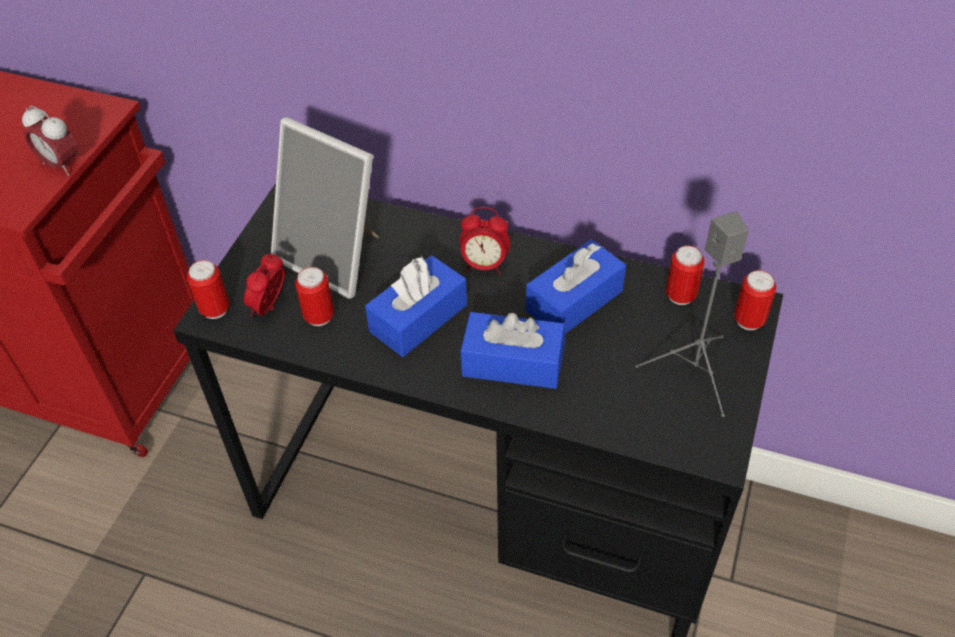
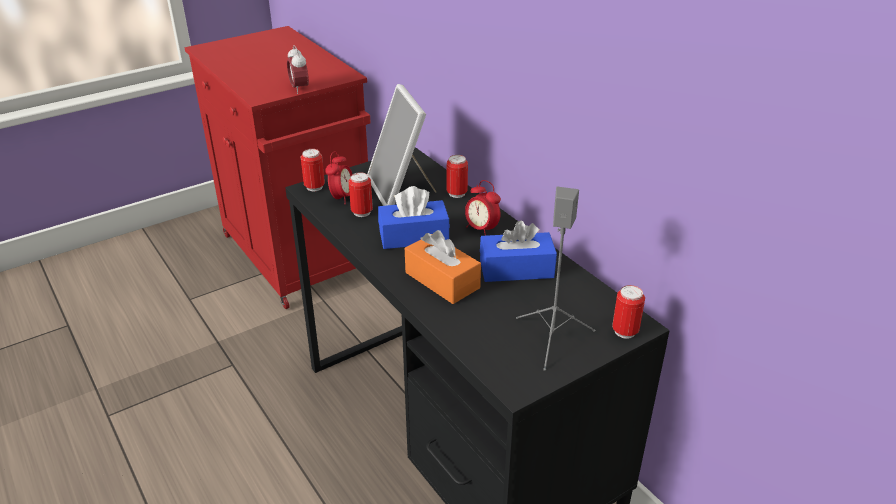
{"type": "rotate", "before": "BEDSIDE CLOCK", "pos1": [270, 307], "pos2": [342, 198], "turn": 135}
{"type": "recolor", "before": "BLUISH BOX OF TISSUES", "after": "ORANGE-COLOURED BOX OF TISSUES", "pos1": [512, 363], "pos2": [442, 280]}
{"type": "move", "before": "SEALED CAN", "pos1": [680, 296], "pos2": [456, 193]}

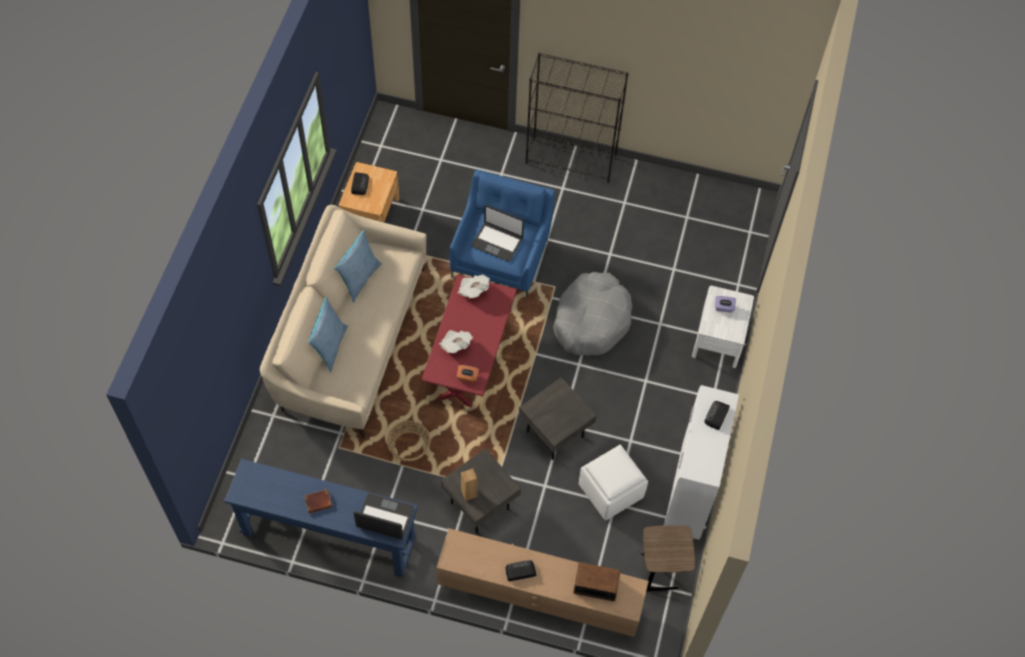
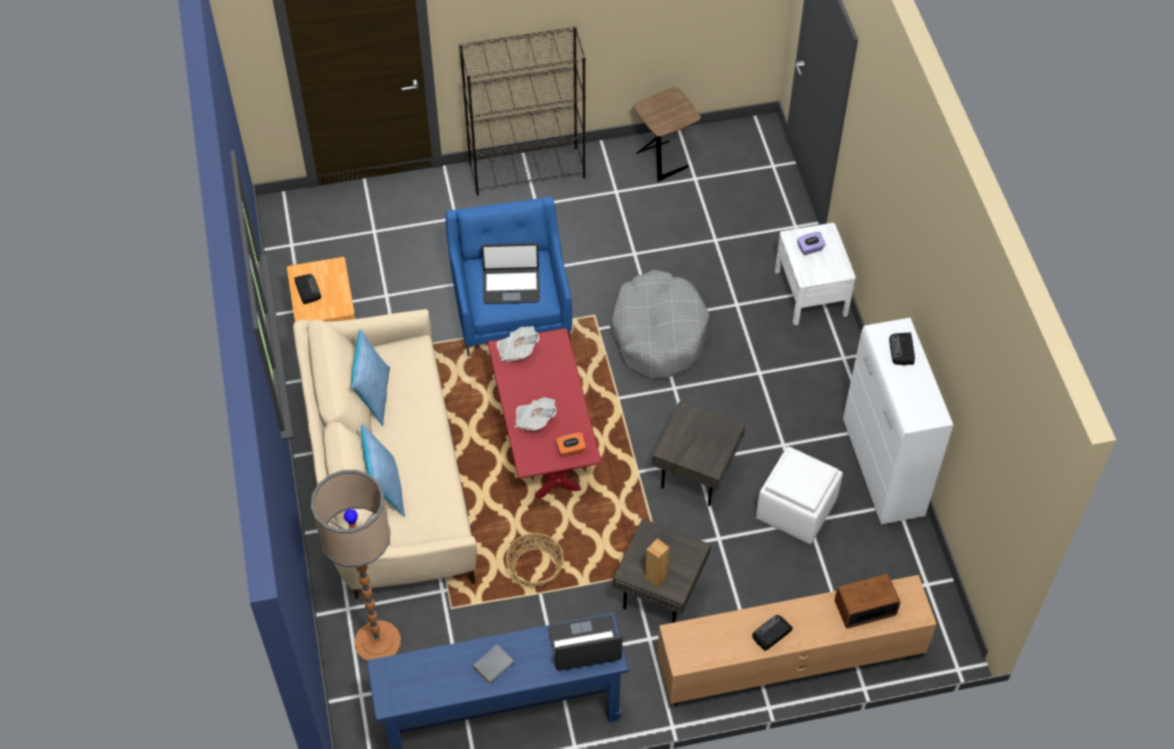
{"type": "insert", "after": "STANDARD LAMP", "pos2": [377, 642]}
{"type": "recolor", "before": "BROWNISH BOUND BOOK", "after": "GREYISH BOUND BOOK", "pos1": [318, 501], "pos2": [493, 664]}
{"type": "move", "before": "BROWNISH END TABLE", "pos1": [660, 571], "pos2": [663, 160]}

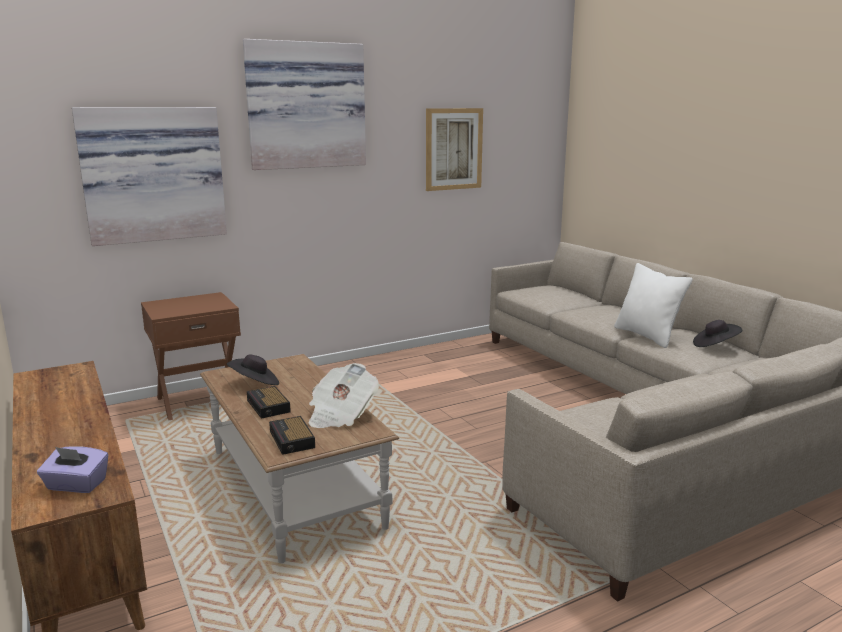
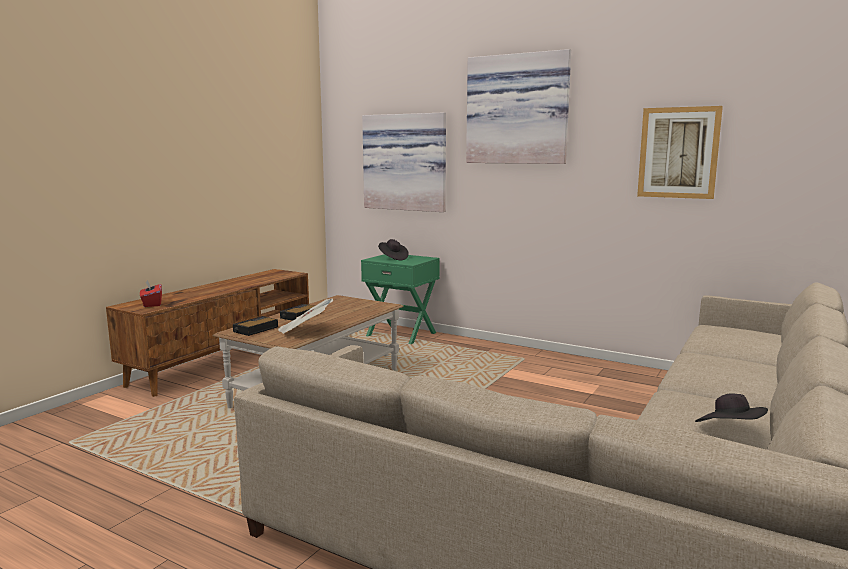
{"type": "recolor", "before": "PURPLE-COLOURED BOX OF TISSUES", "after": "REDDISH BOX OF TISSUES", "pos1": [76, 485], "pos2": [152, 304]}
{"type": "recolor", "before": "BROWNISH NIGHTSTAND", "after": "GREENISH NIGHTSTAND", "pos1": [198, 401], "pos2": [401, 334]}
{"type": "move", "before": "BLACK-COLOURED WEARABLE HAT", "pos1": [255, 384], "pos2": [393, 258]}
{"type": "delete", "before": "WHITE-COLOURED CUSHION", "pos1": [647, 336]}

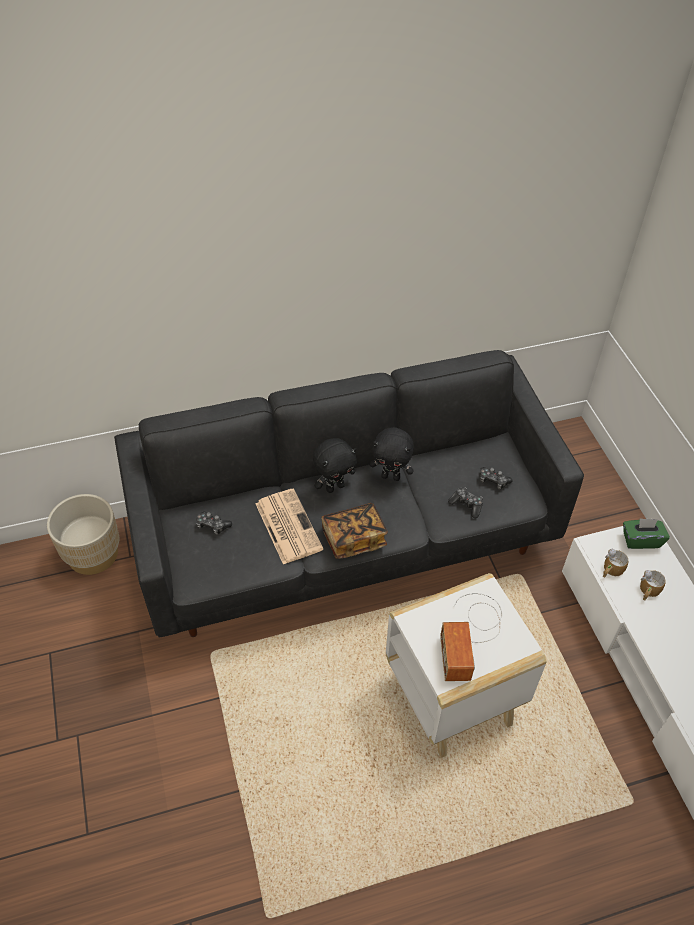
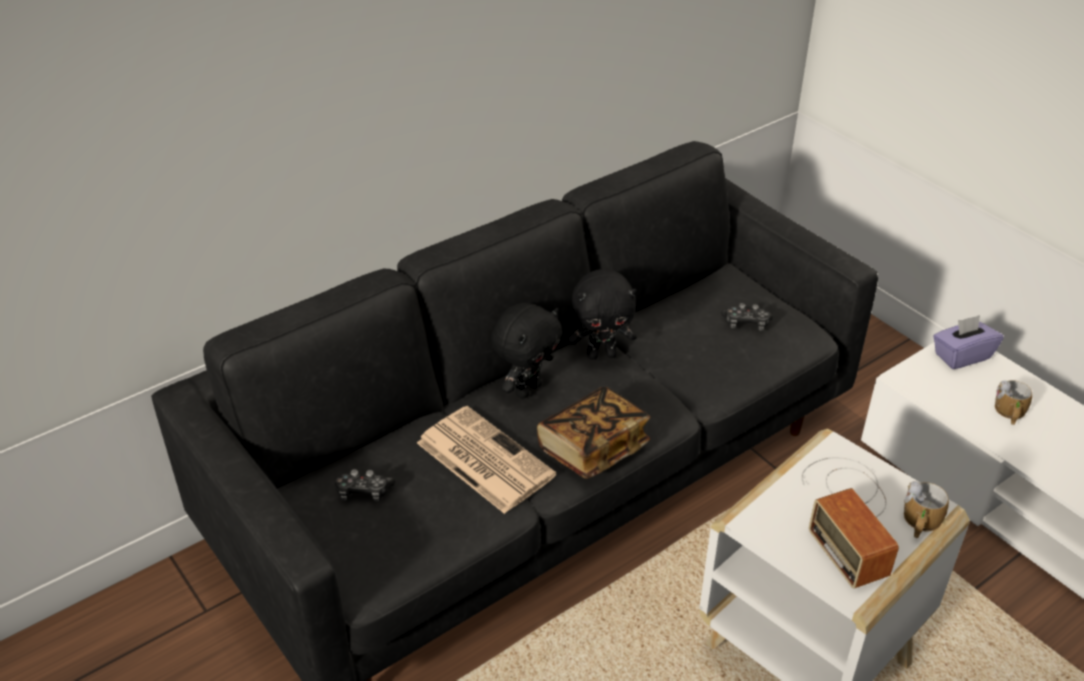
{"type": "move", "before": "TEA MUG", "pos1": [611, 570], "pos2": [919, 522]}
{"type": "recolor", "before": "GREENISH BOX OF TISSUES", "after": "PURPLE-COLOURED BOX OF TISSUES", "pos1": [641, 540], "pos2": [961, 356]}
{"type": "delete", "before": "SAND-COLOURED FLOWER POT", "pos1": [93, 554]}
{"type": "delete", "before": "GAMEPAD", "pos1": [466, 505]}

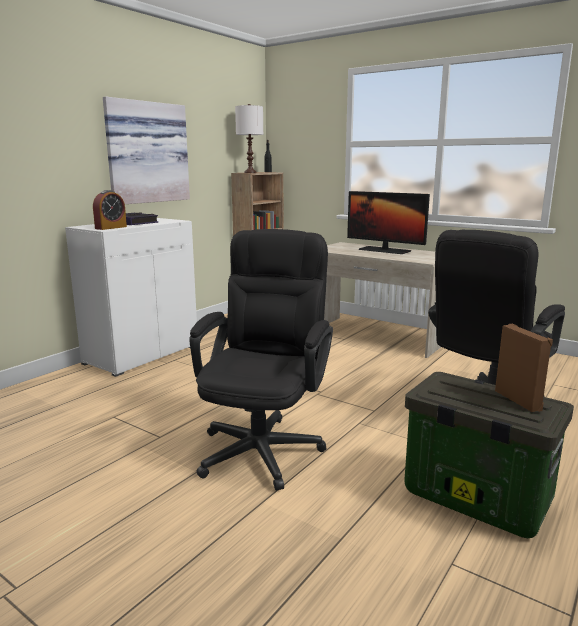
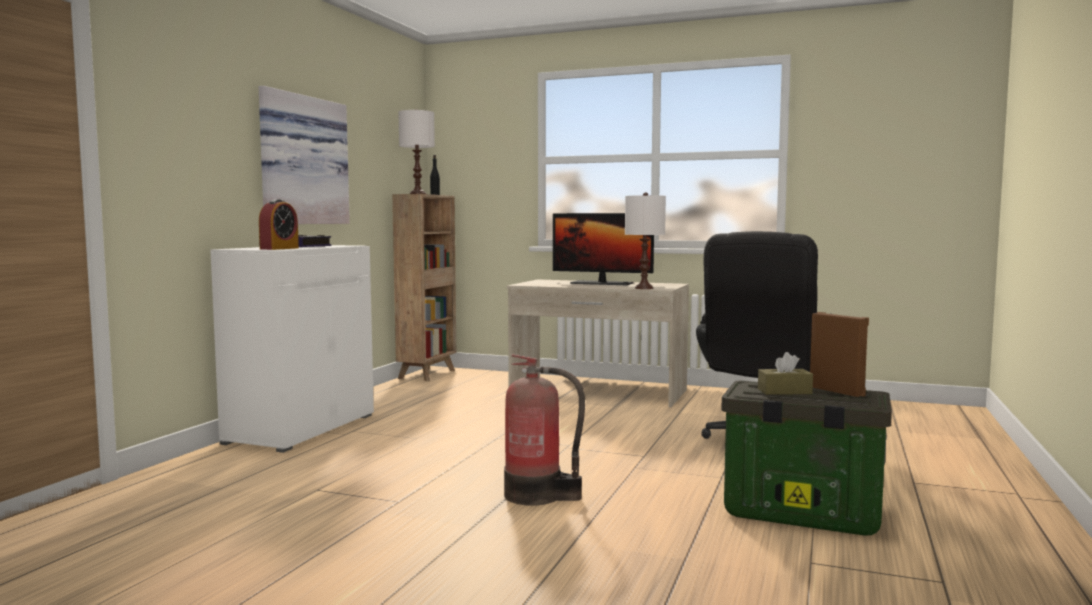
{"type": "replace", "before": "BLACK-COLOURED COMPUTER CHAIR", "after": "FIRE EXTINGUISHER", "pos1": [264, 444], "pos2": [537, 495]}
{"type": "insert", "after": "WHITE-COLOURED LAMP FOR A TABLE", "pos2": [644, 288]}
{"type": "insert", "after": "BROWNISH BOX OF TISSUES", "pos2": [784, 391]}

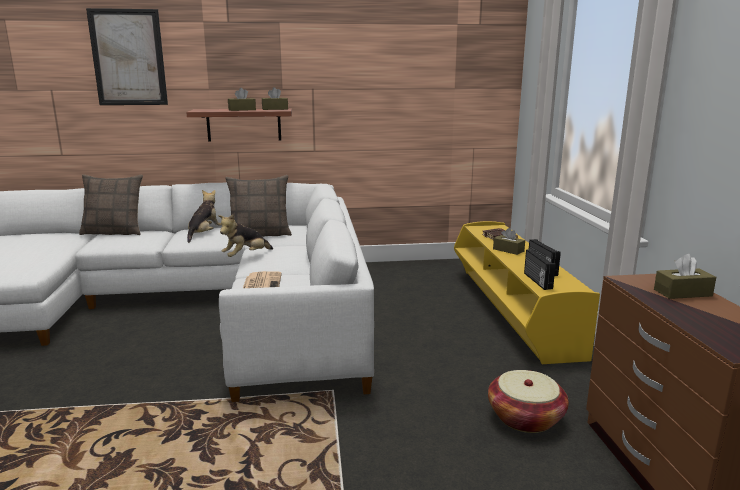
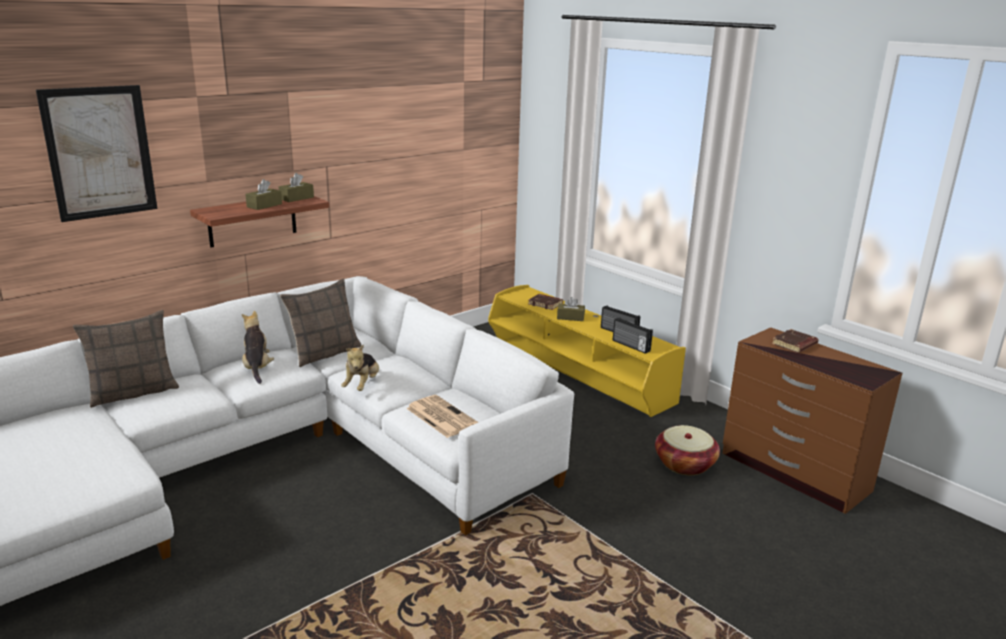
{"type": "replace", "before": "BROWNISH BOX OF TISSUES", "after": "BROWNISH BOUND BOOK", "pos1": [682, 293], "pos2": [794, 345]}

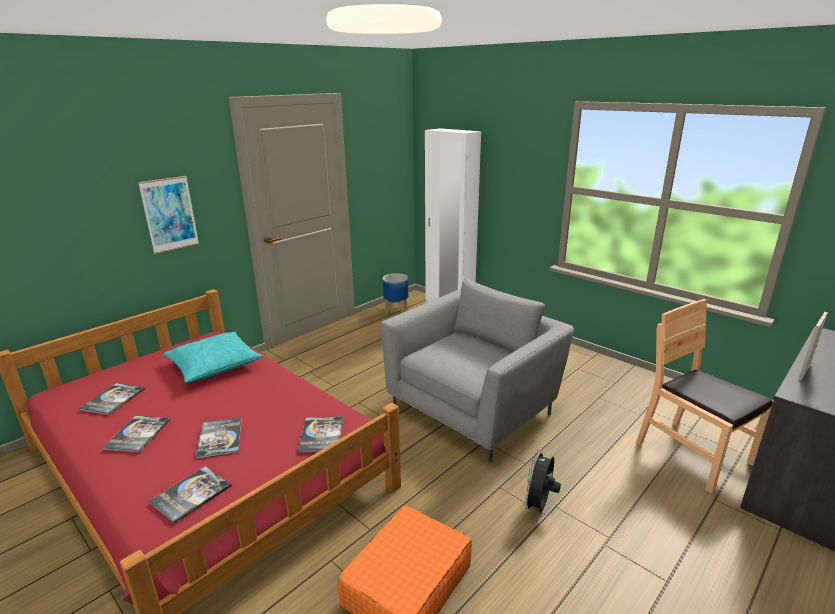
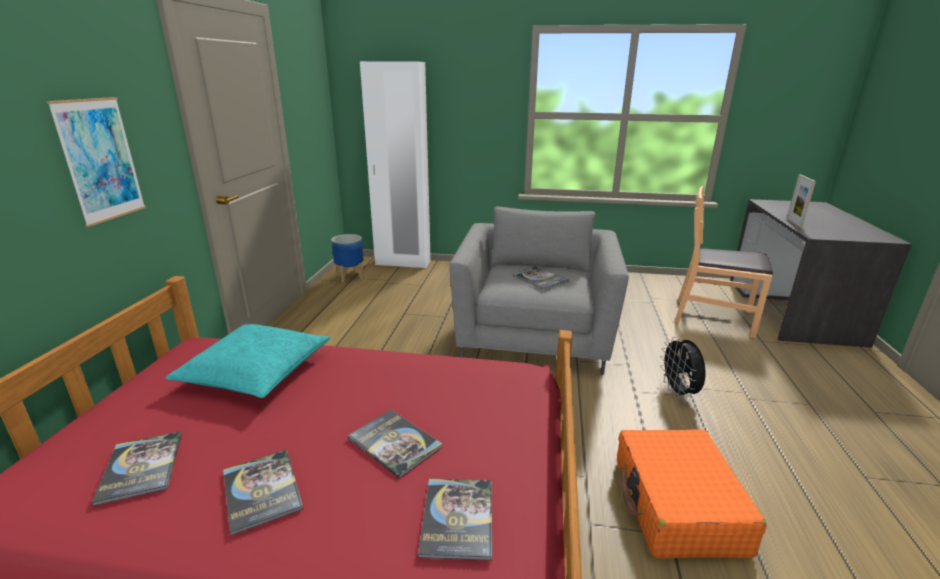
{"type": "move", "before": "BOUND BOOK", "pos1": [321, 435], "pos2": [540, 279]}

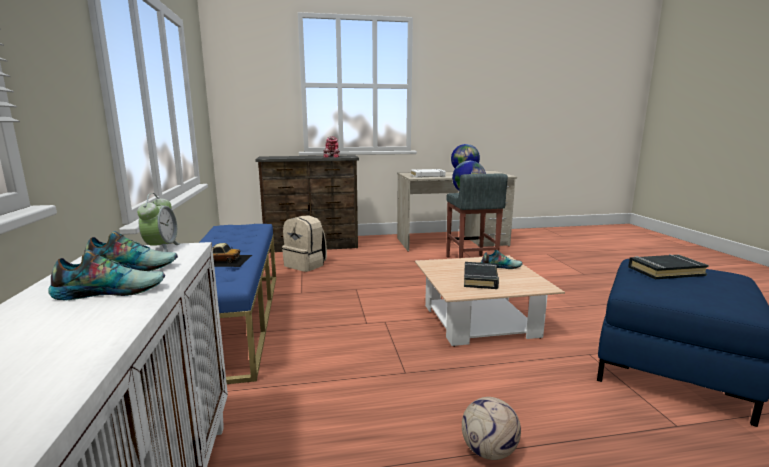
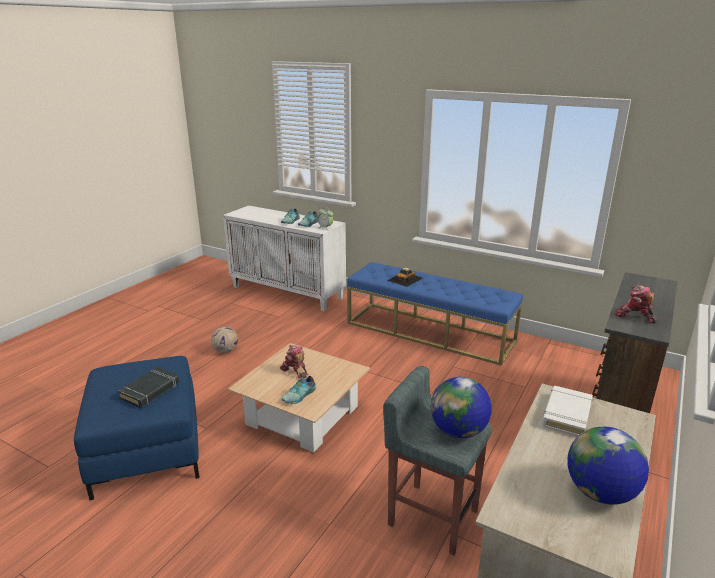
{"type": "replace", "before": "BLACK-COLOURED BOUND BOOK", "after": "ROBOT FIGURE", "pos1": [480, 279], "pos2": [295, 371]}
{"type": "delete", "before": "SAND-COLOURED KNAPSACK", "pos1": [306, 265]}

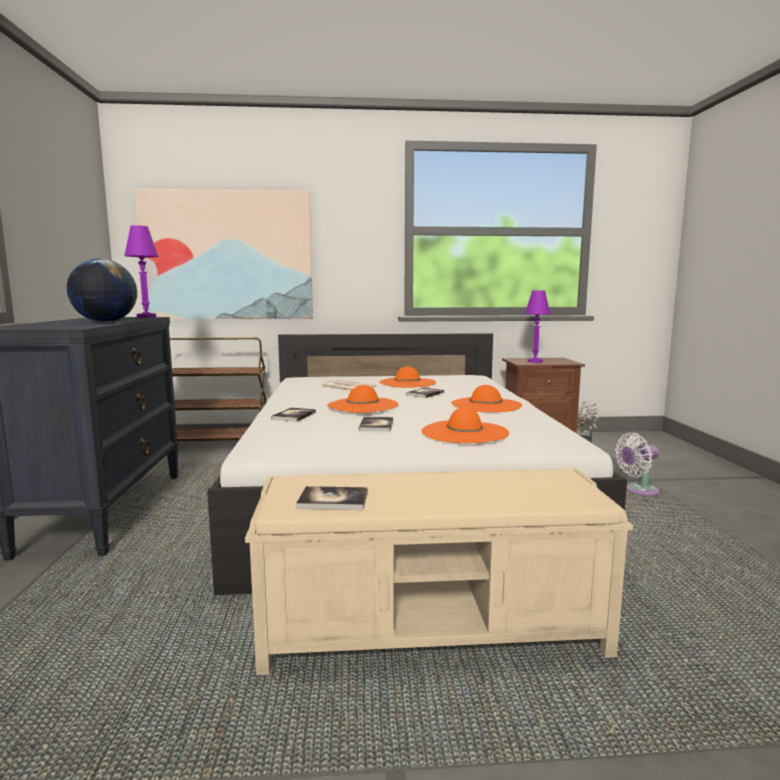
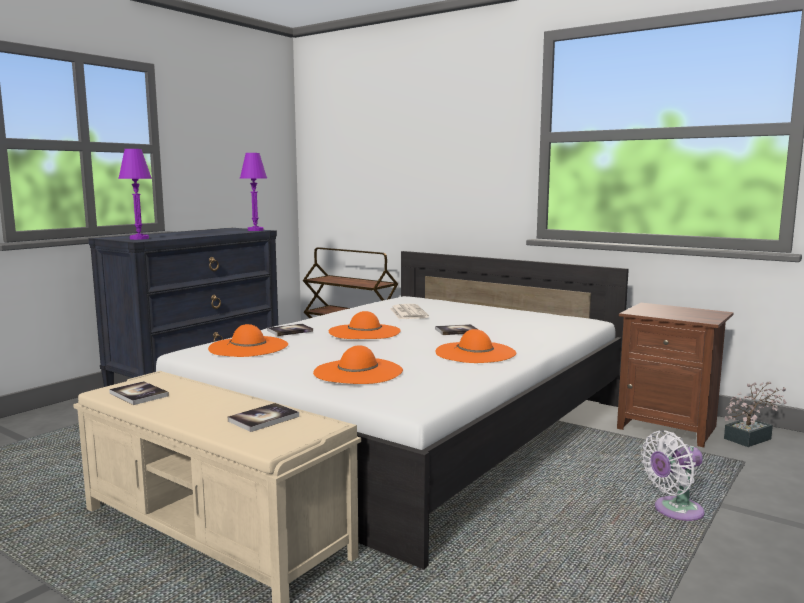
{"type": "move", "before": "PURPLE-COLOURED LAMP FOR A TABLE", "pos1": [535, 361], "pos2": [139, 238]}
{"type": "move", "before": "ORANGE-COLOURED WEARABLE HAT", "pos1": [407, 382], "pos2": [248, 347]}
{"type": "move", "before": "BOUND BOOK", "pos1": [376, 425], "pos2": [263, 419]}
{"type": "rotate", "before": "WHITE-COLOURED ELECTRIC FAN", "pos1": [638, 490], "pos2": [674, 511], "turn": -45}
{"type": "delete", "before": "WORLD GLOBE", "pos1": [105, 322]}
{"type": "delete", "before": "PICTURE", "pos1": [227, 256]}

